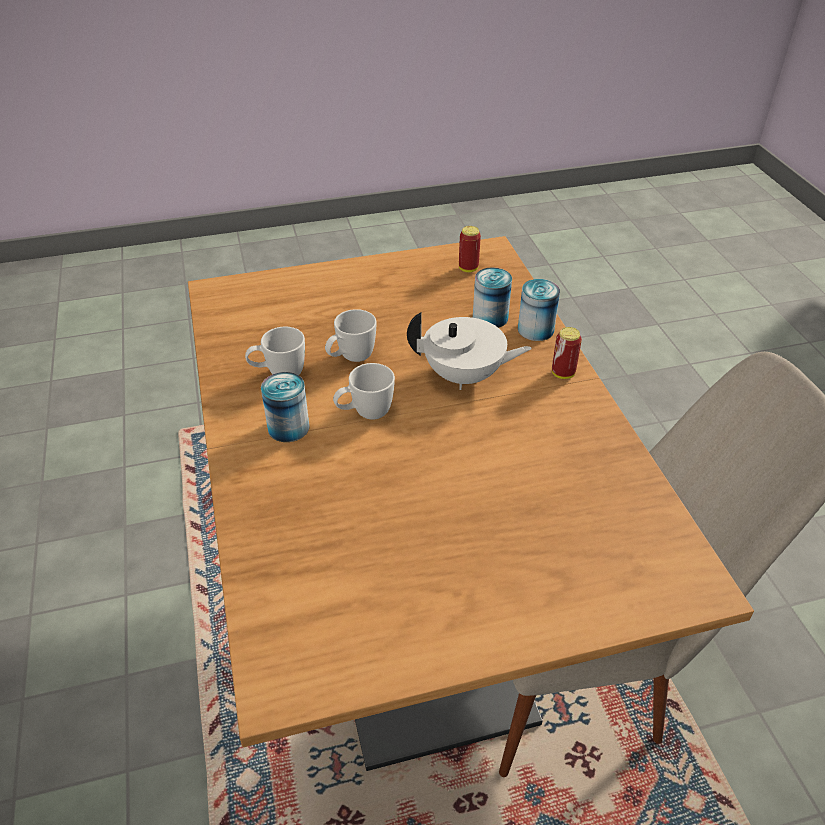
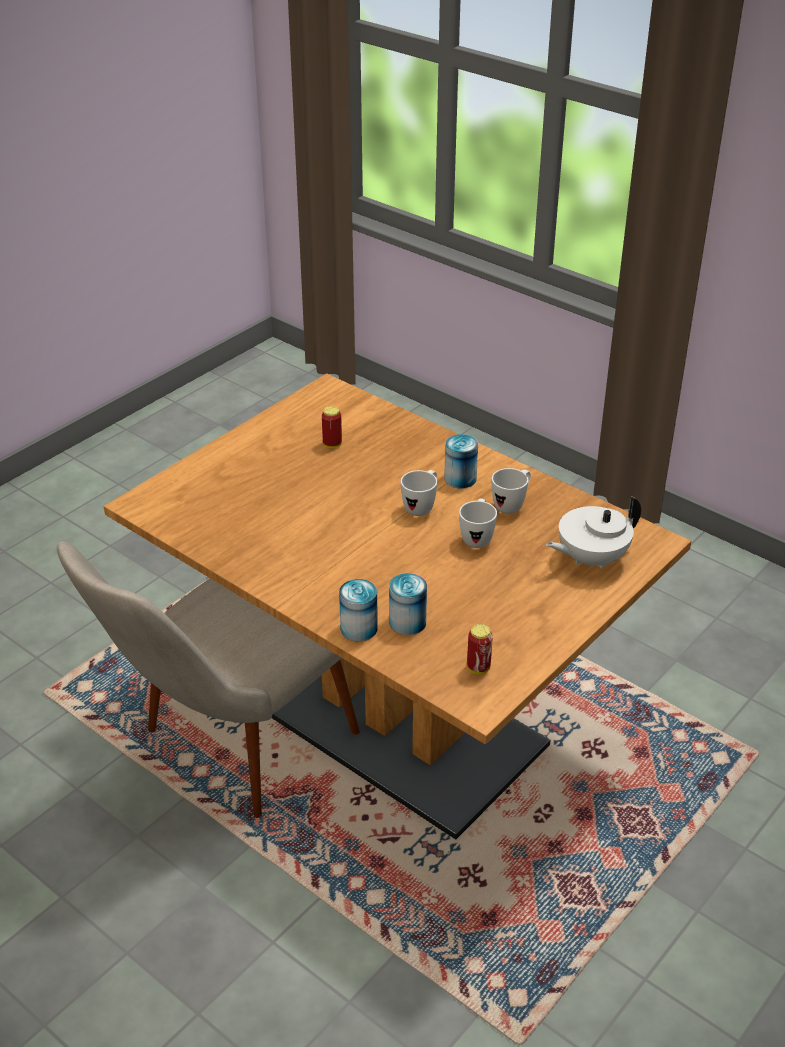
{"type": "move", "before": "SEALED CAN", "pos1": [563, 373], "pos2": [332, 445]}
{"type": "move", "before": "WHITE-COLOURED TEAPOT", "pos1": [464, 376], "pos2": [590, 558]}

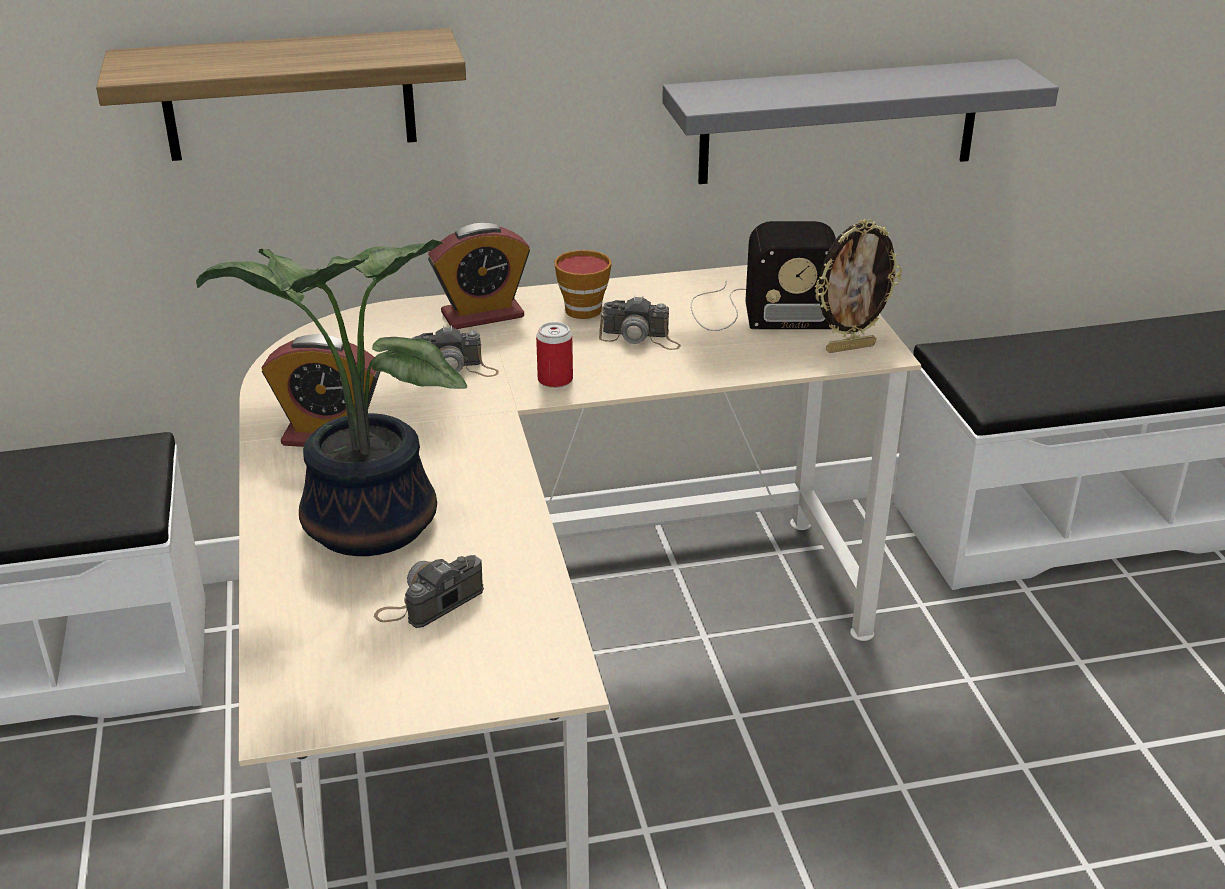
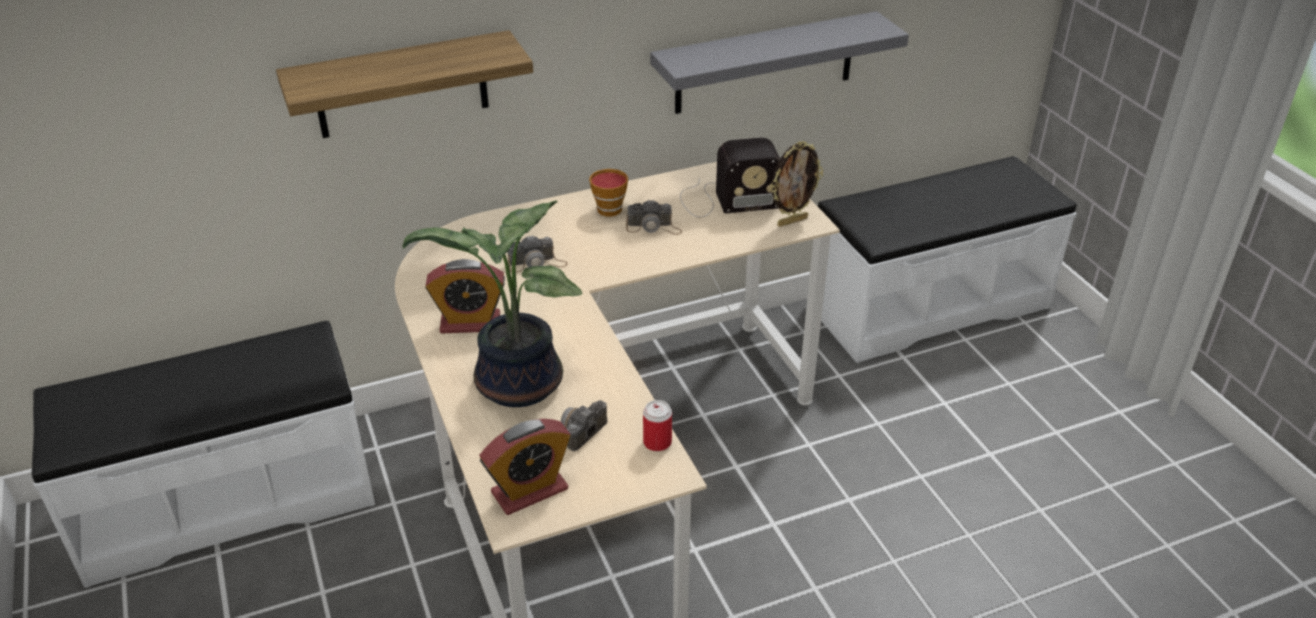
{"type": "move", "before": "BEDSIDE CLOCK", "pos1": [482, 315], "pos2": [529, 491]}
{"type": "move", "before": "SEALED CAN", "pos1": [555, 380], "pos2": [657, 442]}

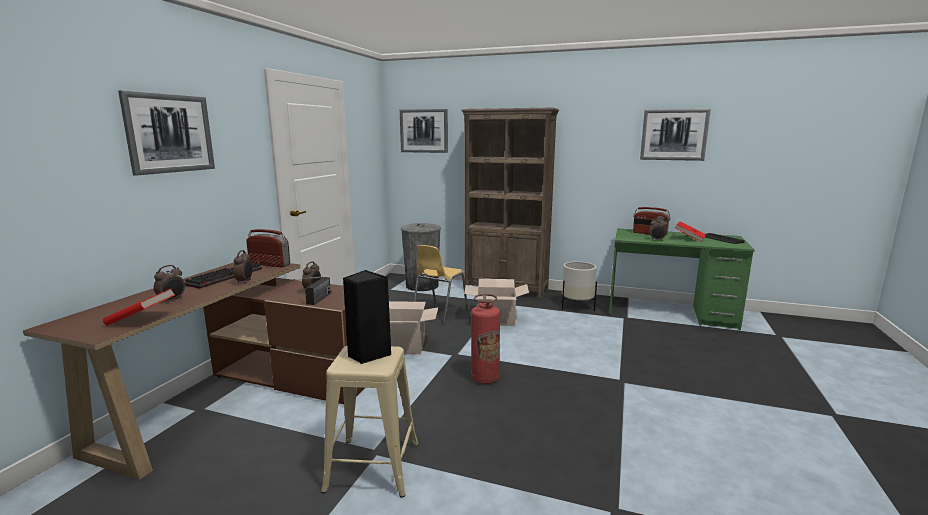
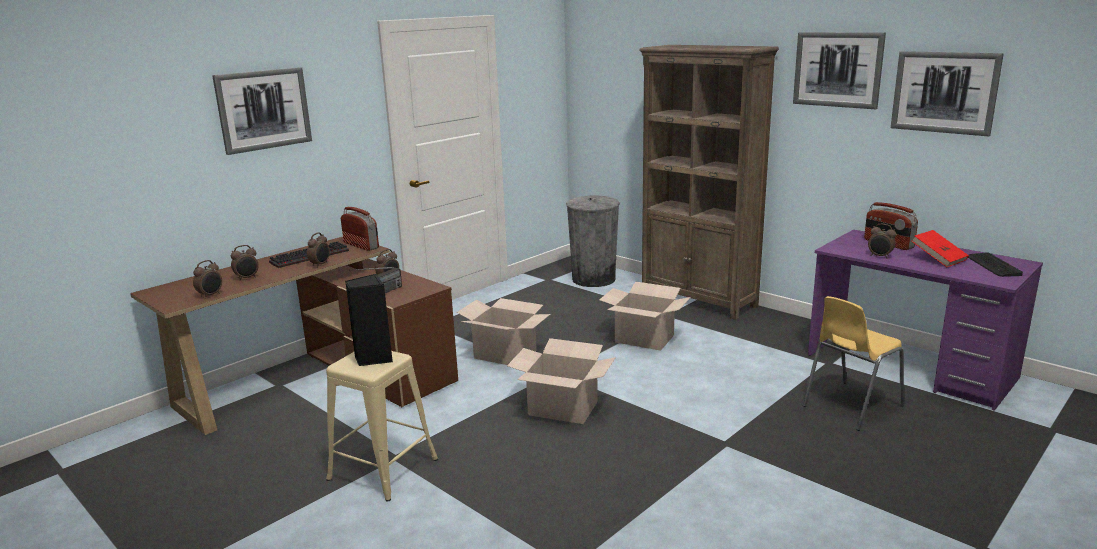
{"type": "replace", "before": "REDDISH BOUND BOOK", "after": "BEDSIDE CLOCK", "pos1": [142, 320], "pos2": [211, 295]}
{"type": "replace", "before": "FIRE EXTINGUISHER", "after": "CARTON", "pos1": [485, 378], "pos2": [563, 408]}
{"type": "move", "before": "PICTURE", "pos1": [424, 131], "pos2": [837, 69]}
{"type": "move", "before": "YELLOW UPRIGHT CHAIR", "pos1": [439, 313], "pos2": [850, 406]}
{"type": "recolor", "before": "GREENISH DESK", "after": "PURPLE-COLOURED DESK", "pos1": [670, 313], "pos2": [909, 367]}
{"type": "delete", "before": "WHITE-COLOURED FLOWER POT", "pos1": [577, 306]}

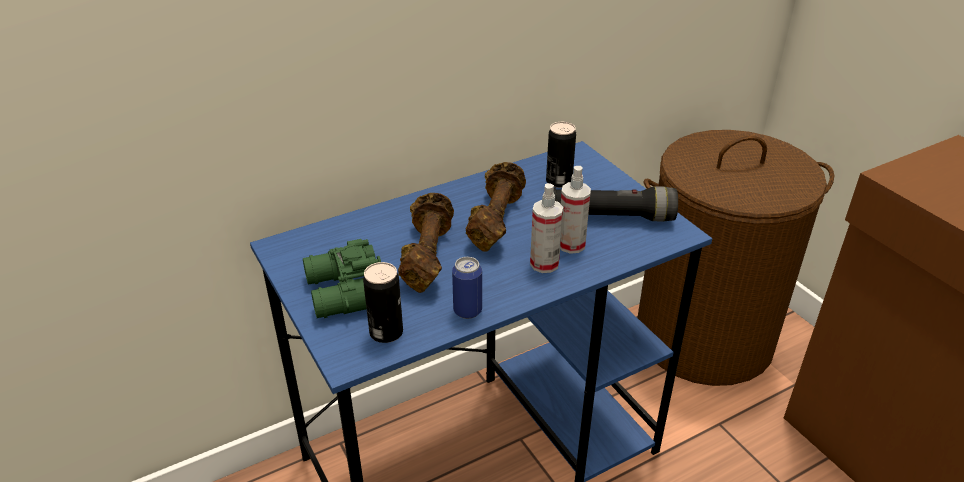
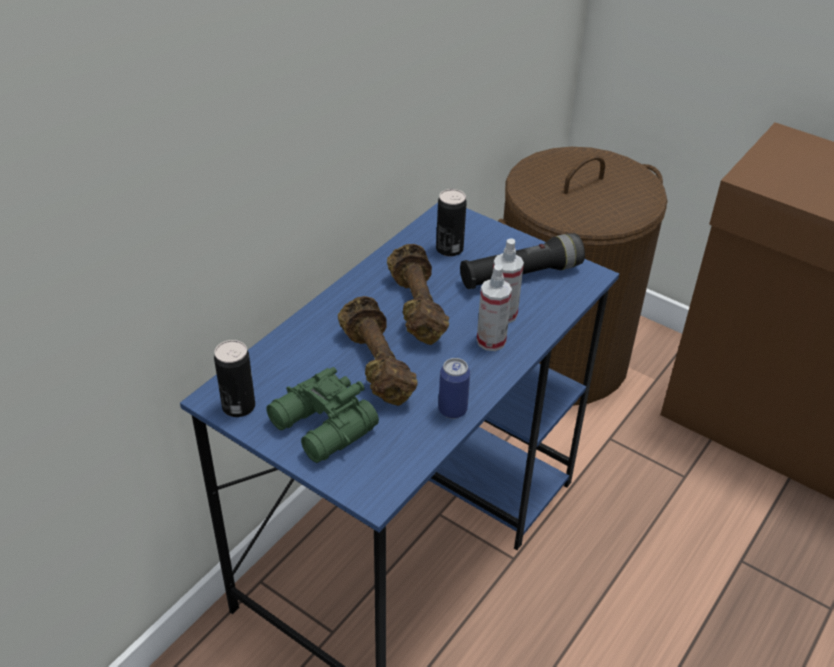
{"type": "move", "before": "SEALED CAN", "pos1": [386, 332], "pos2": [238, 406]}

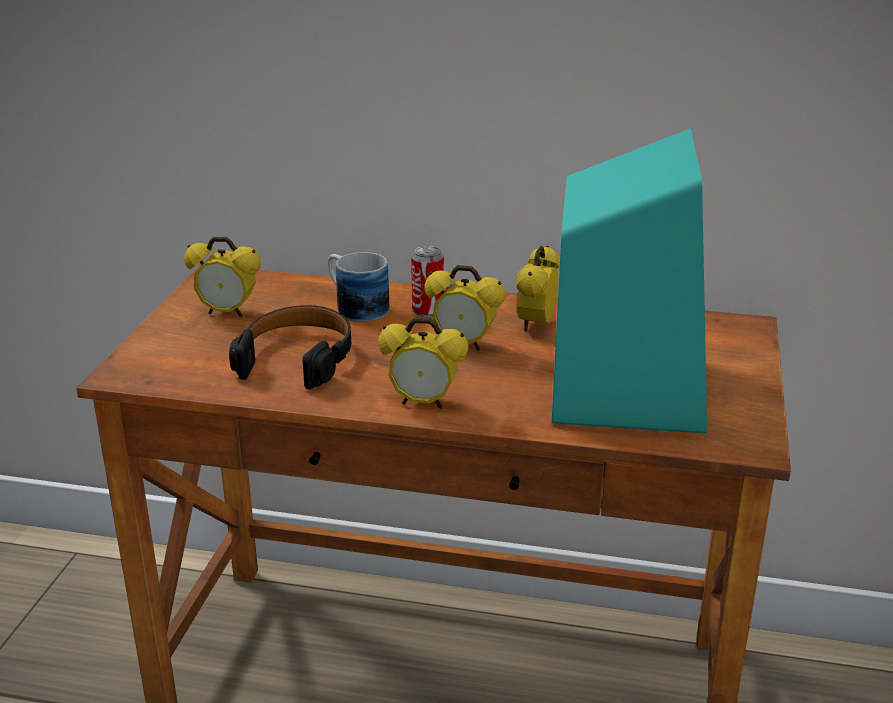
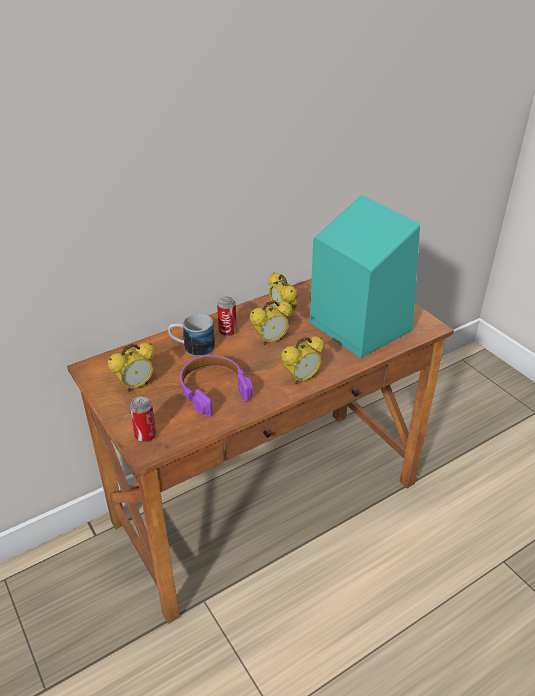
{"type": "insert", "after": "SEALED CAN", "pos2": [145, 435]}
{"type": "recolor", "before": "BLACK-COLOURED HEADSET", "after": "PURPLE-COLOURED HEADSET", "pos1": [297, 358], "pos2": [213, 389]}

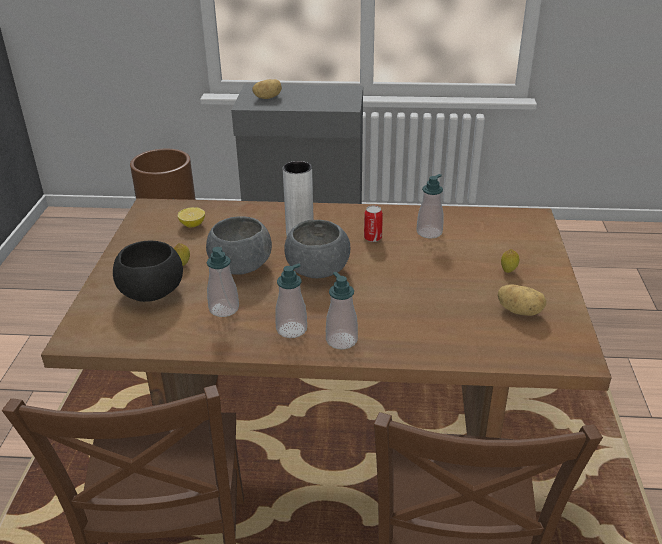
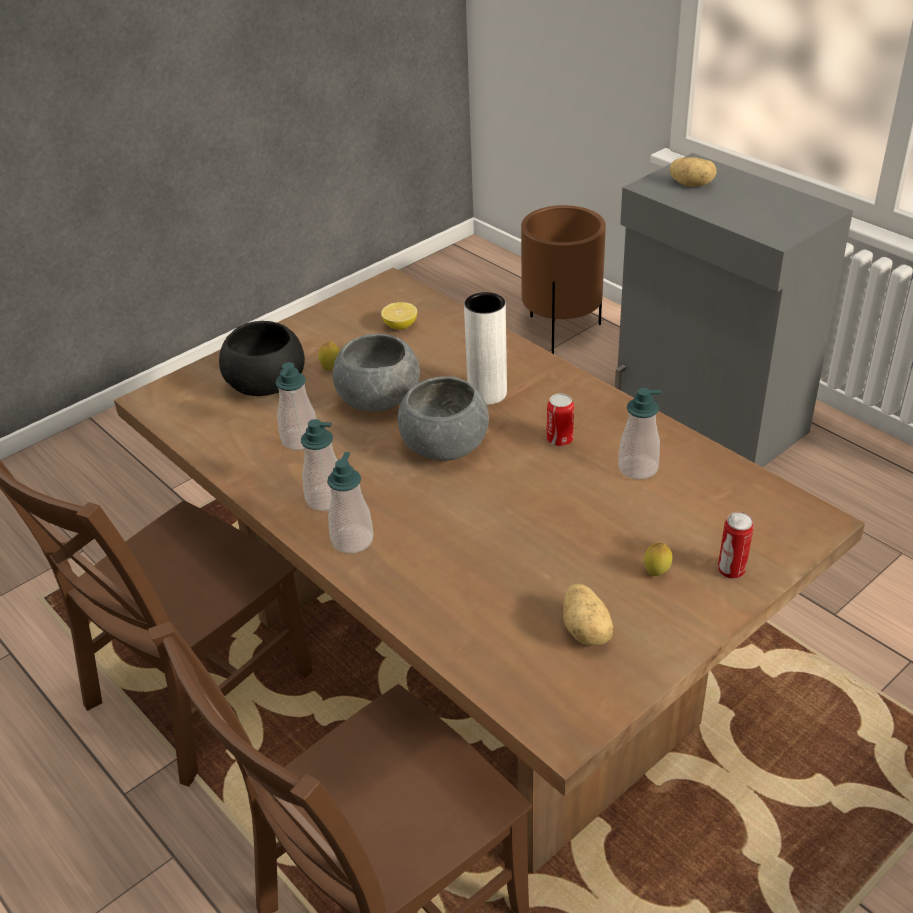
{"type": "insert", "after": "SEALED CAN", "pos2": [731, 571]}

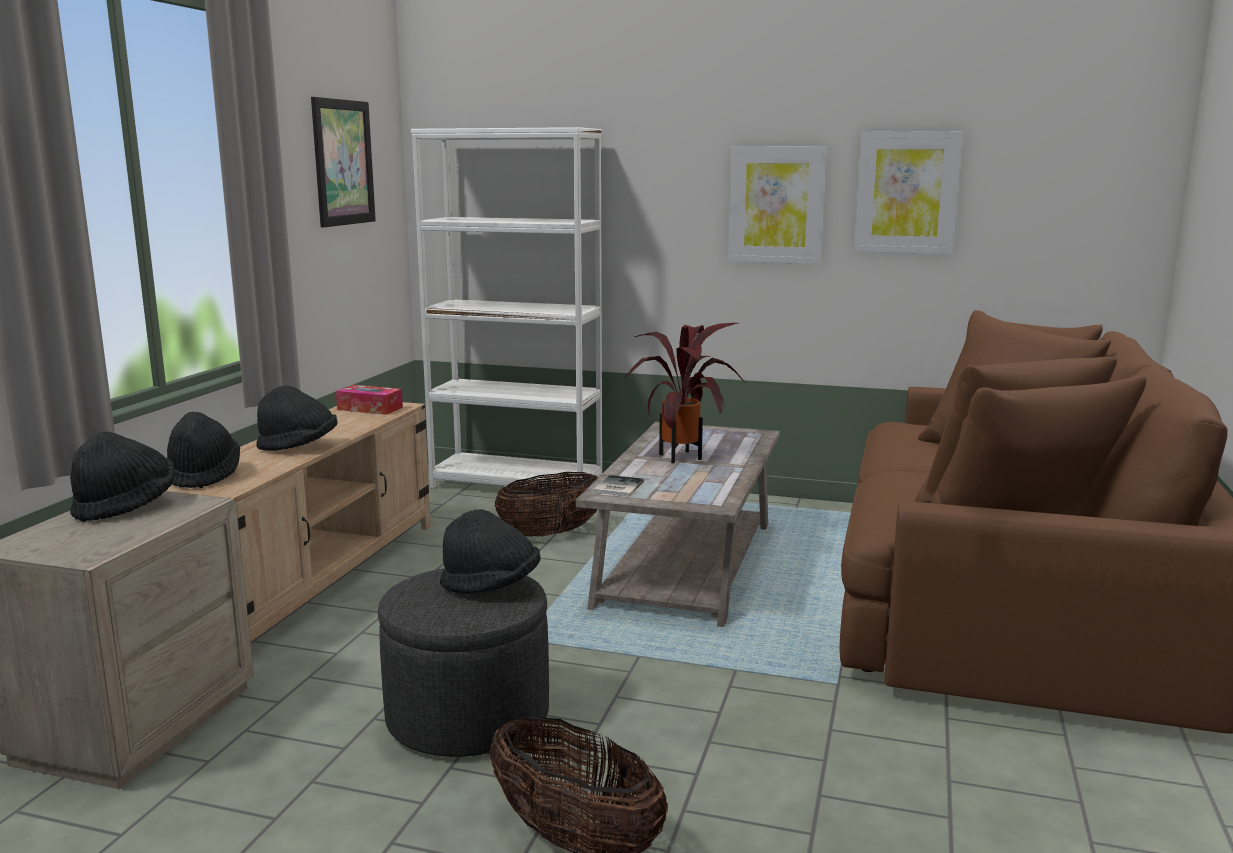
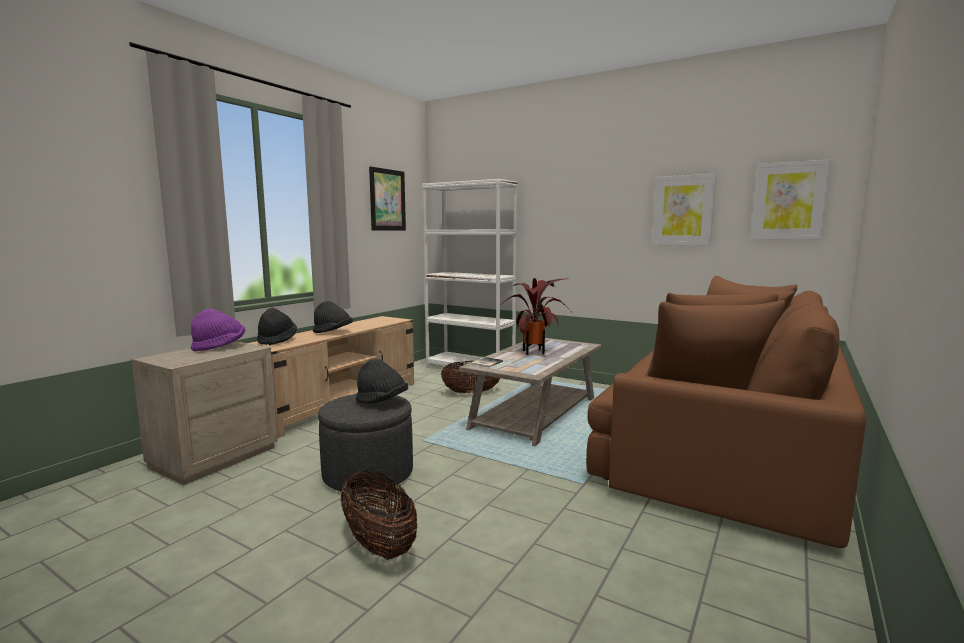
{"type": "recolor", "before": "BLACK-COLOURED WEARABLE HAT", "after": "PURPLE-COLOURED WEARABLE HAT", "pos1": [126, 507], "pos2": [219, 347]}
{"type": "move", "before": "PICTURE", "pos1": [776, 205], "pos2": [788, 201]}
{"type": "delete", "before": "BOX OF TISSUES", "pos1": [370, 408]}

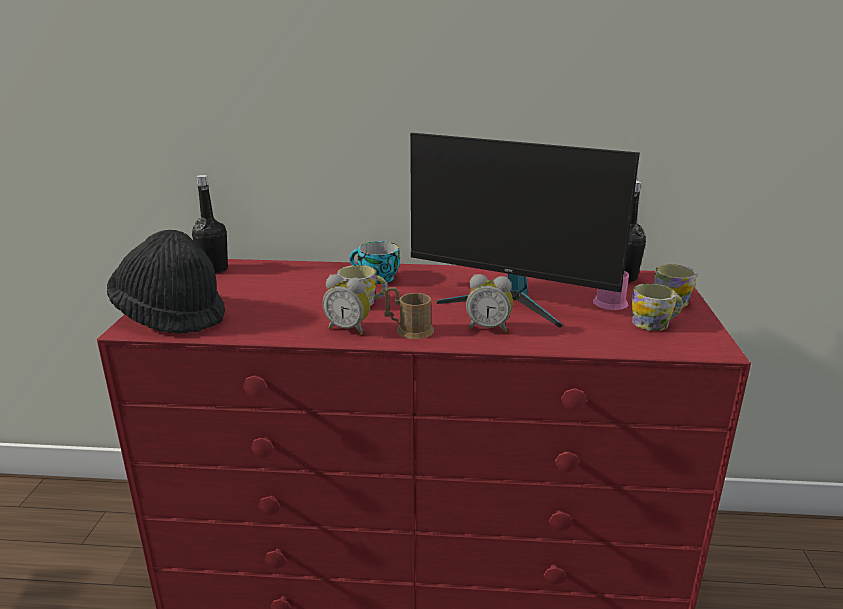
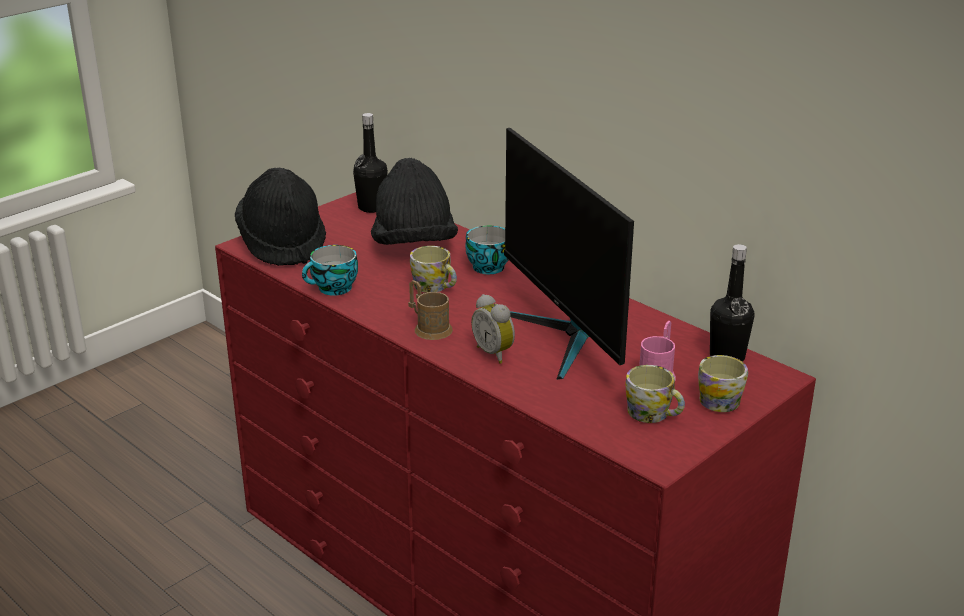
{"type": "insert", "after": "SMALL CUP", "pos2": [333, 289]}
{"type": "insert", "after": "BLACK-COLOURED WEARABLE HAT", "pos2": [414, 245]}
{"type": "delete", "before": "BEDSIDE CLOCK", "pos1": [349, 329]}

